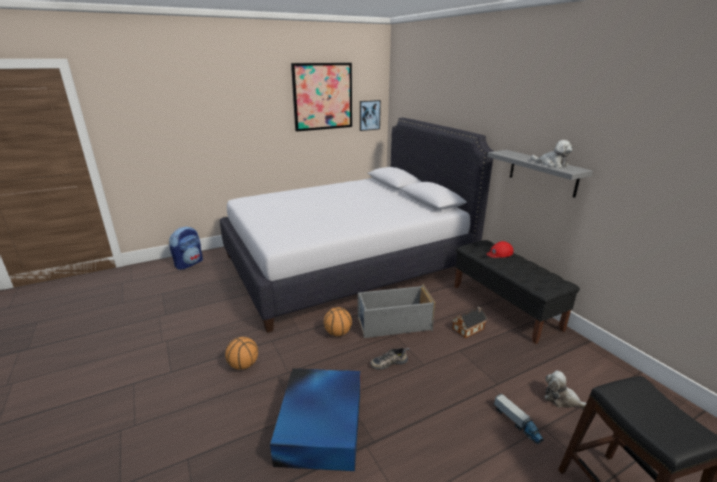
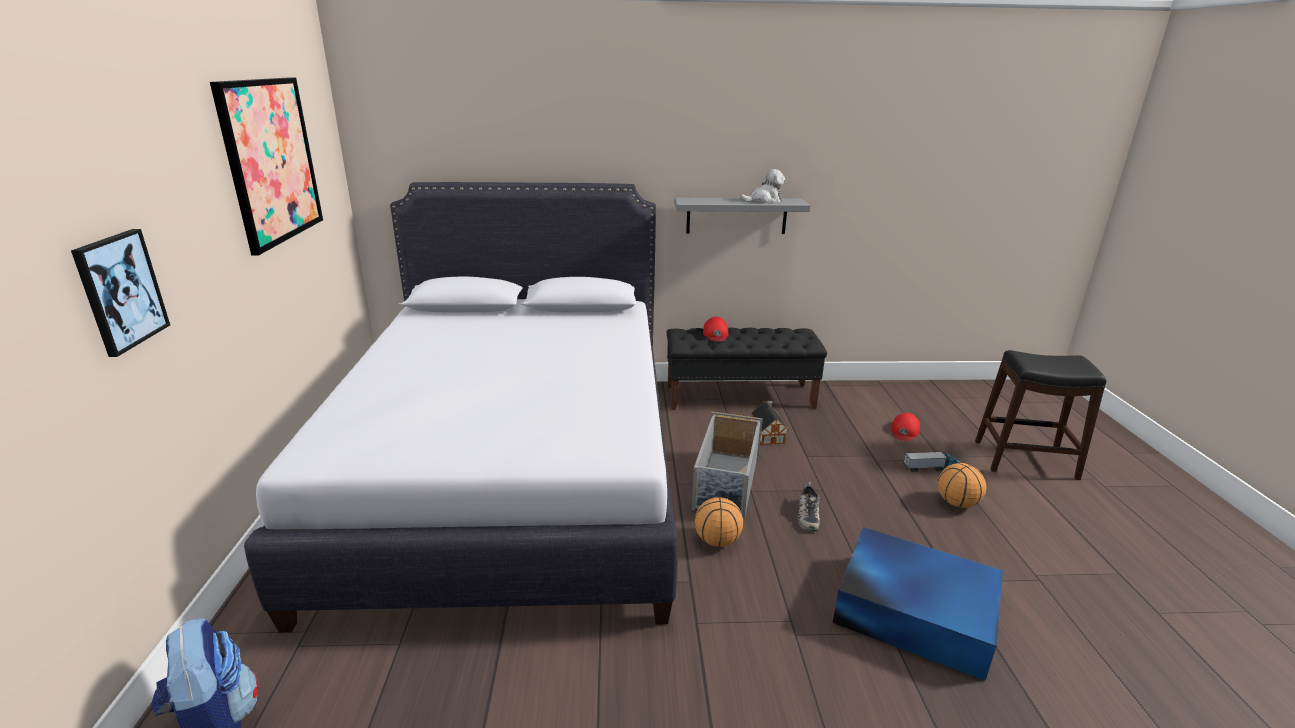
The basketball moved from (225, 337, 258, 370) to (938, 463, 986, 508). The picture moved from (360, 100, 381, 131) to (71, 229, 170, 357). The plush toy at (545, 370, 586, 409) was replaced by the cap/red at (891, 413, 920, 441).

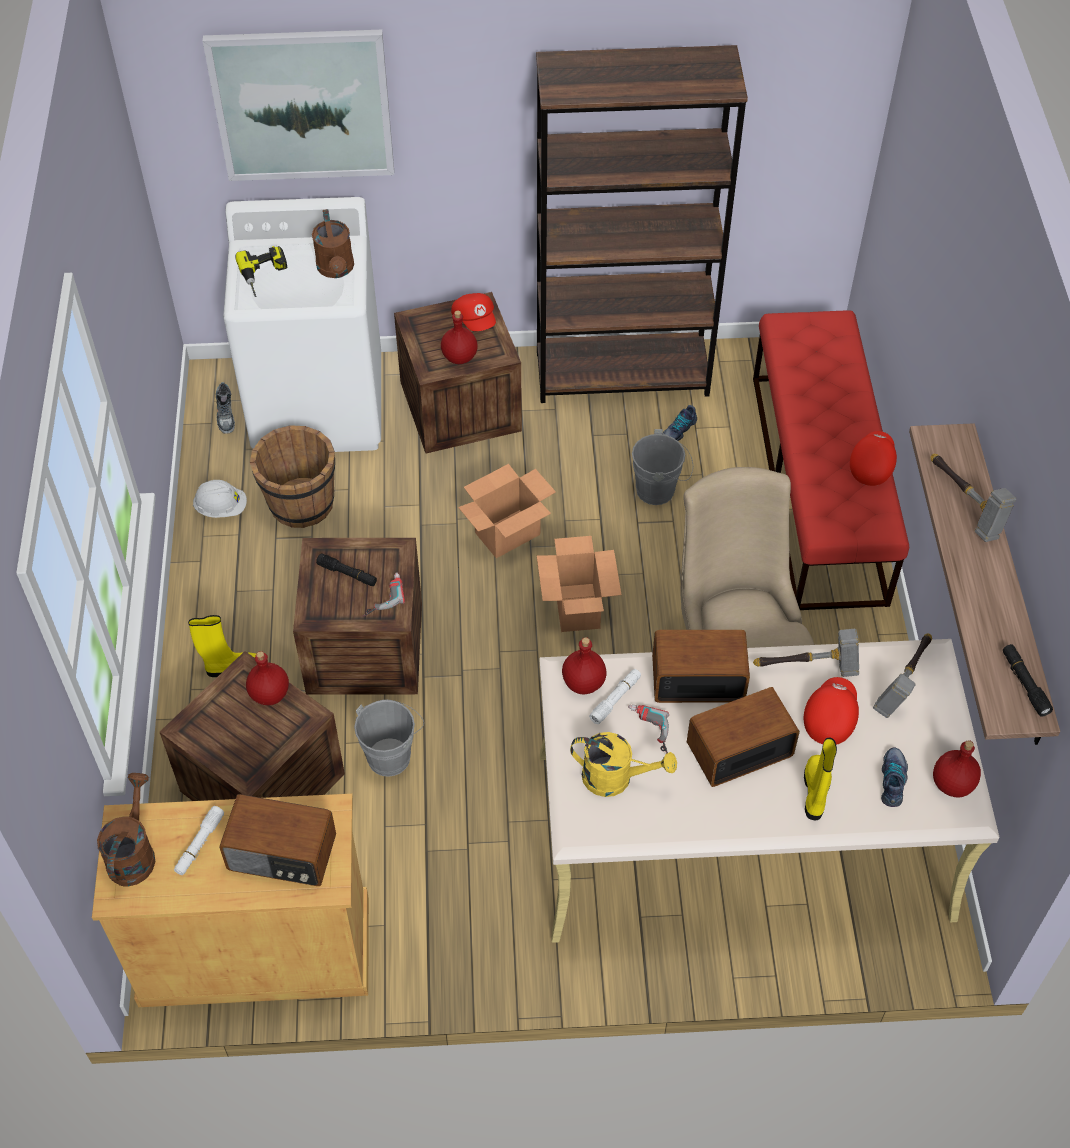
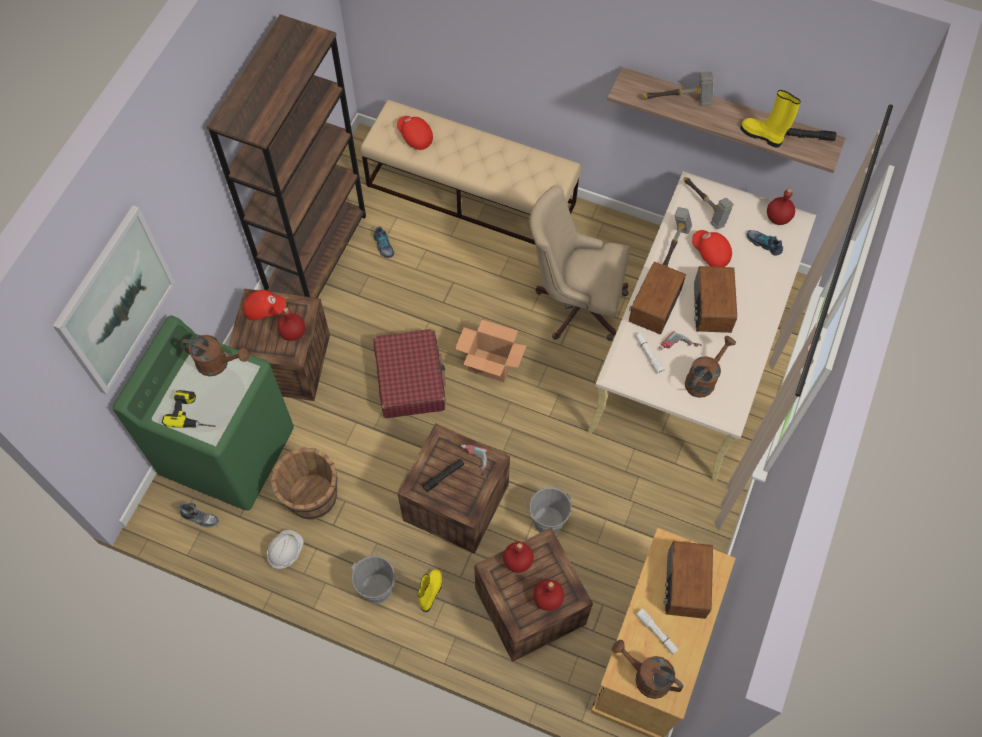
The radio at (219, 794, 336, 886) turned 150 degrees clockwise. The washing machine/white at (223, 197, 381, 452) became the washing machine/green at (113, 316, 294, 511). The cardboard box at (458, 464, 556, 558) was replaced by the suitcase/red at (374, 329, 446, 418). The bottle/red moved from (562, 637, 607, 694) to (533, 580, 564, 611). The watering can/yellow at (570, 732, 677, 797) became the watering can/brown at (685, 336, 736, 398). The bucket/grey moved from (632, 429, 693, 505) to (352, 552, 401, 604). The bench/red at (753, 310, 909, 610) became the bench/beige at (360, 100, 581, 245). The boot/yellow moved from (804, 738, 837, 820) to (740, 90, 801, 148). The cap/red moved from (850, 431, 897, 486) to (397, 116, 433, 150).

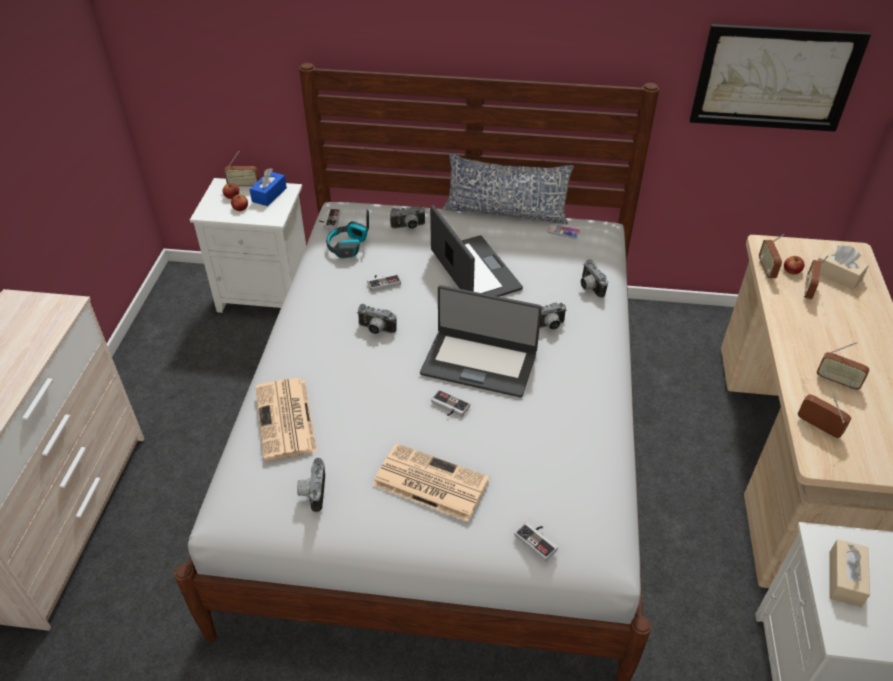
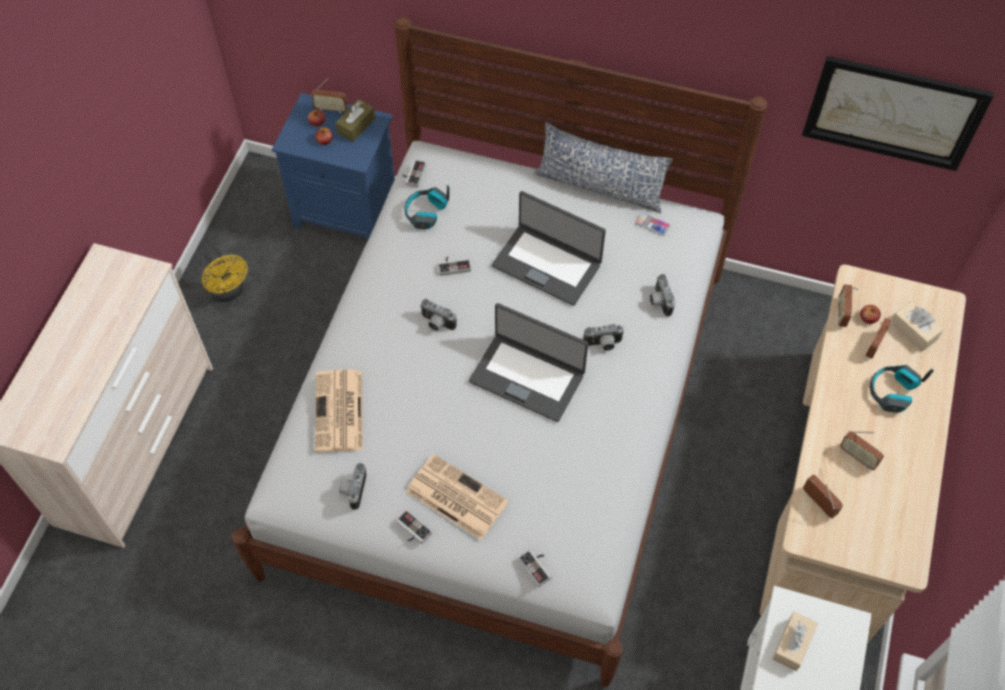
The nightstand/white at (190, 178, 306, 313) became the nightstand/blue at (272, 93, 395, 240). The tissue box/blue at (249, 168, 287, 206) became the tissue box/brown at (335, 99, 376, 142). The photo camera at (390, 206, 426, 229) disappeared. The laptop at (430, 205, 523, 297) turned 135 degrees clockwise. The game controller moved from (431, 390, 470, 417) to (396, 510, 432, 544). The fan/yellow at (202, 247, 248, 302) appeared. The headphones at (870, 365, 934, 413) appeared.

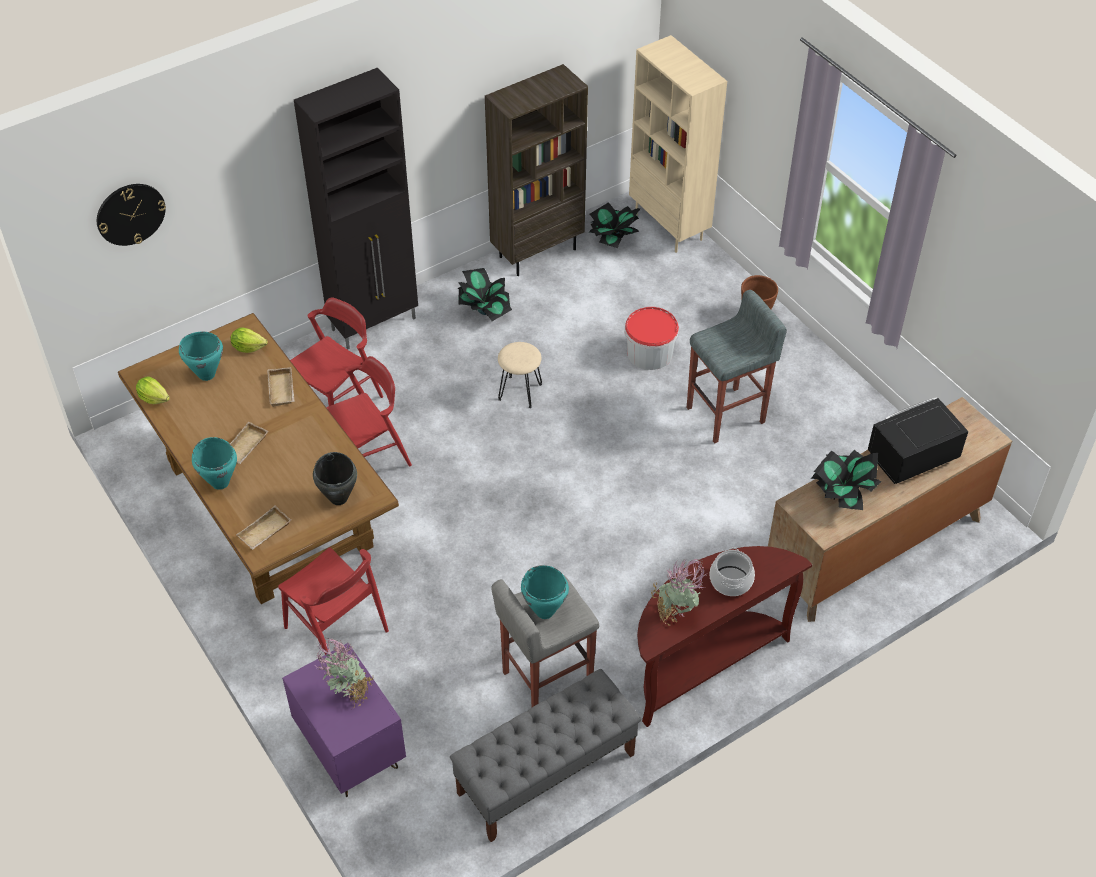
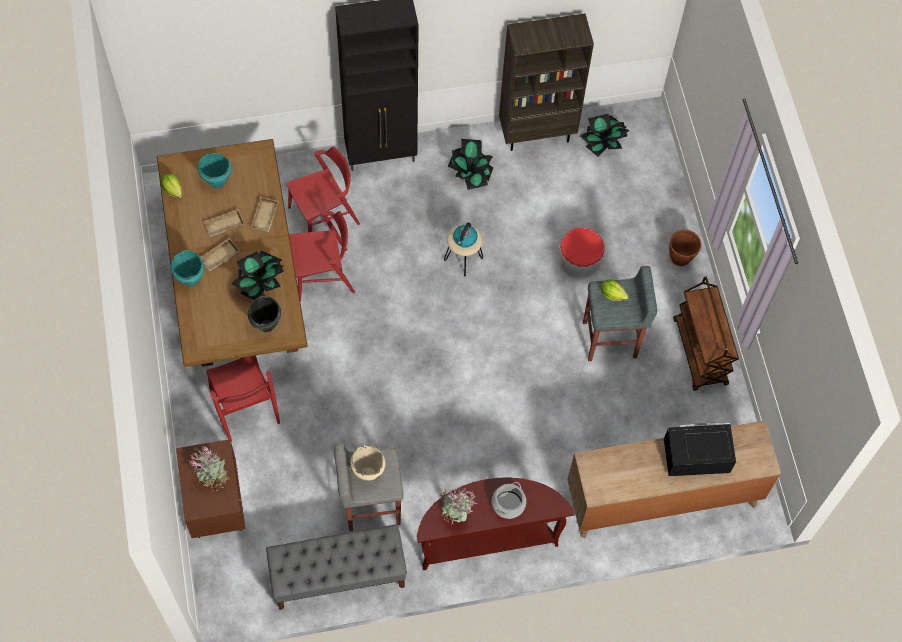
The wall clock at (97, 184, 166, 246) disappeared. The lettuce moved from (230, 327, 268, 353) to (601, 279, 629, 301). The tray/beige moved from (236, 506, 291, 550) to (204, 209, 244, 237). The nightstand/purple at (282, 643, 406, 797) became the nightstand/brown at (176, 439, 245, 538). The cooking pot/turquoise at (521, 565, 569, 619) became the cooking pot/beige at (350, 445, 385, 481). The bookcase/beige at (629, 35, 727, 253) disappeared. The potted plant moved from (811, 450, 881, 510) to (231, 251, 284, 300). The kettle at (453, 223, 478, 248) appeared. The cart/brown at (673, 277, 739, 391) appeared.

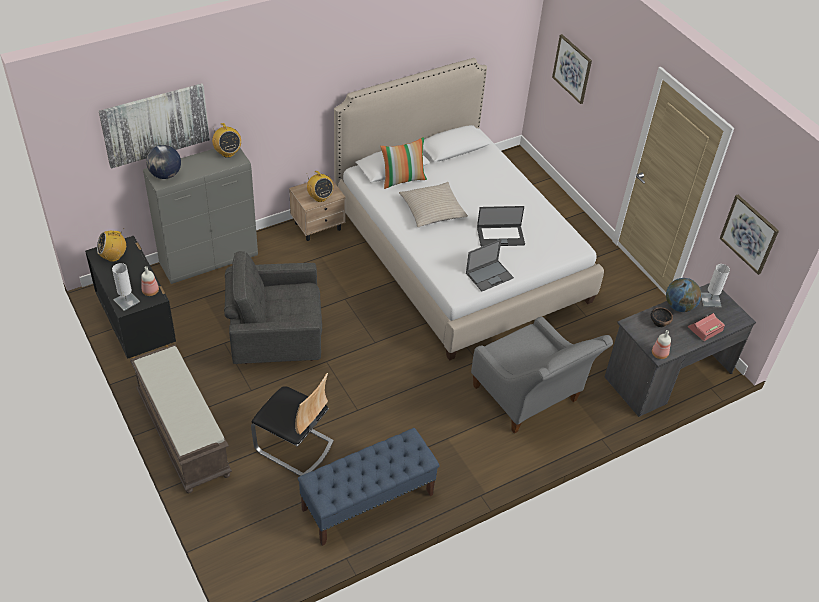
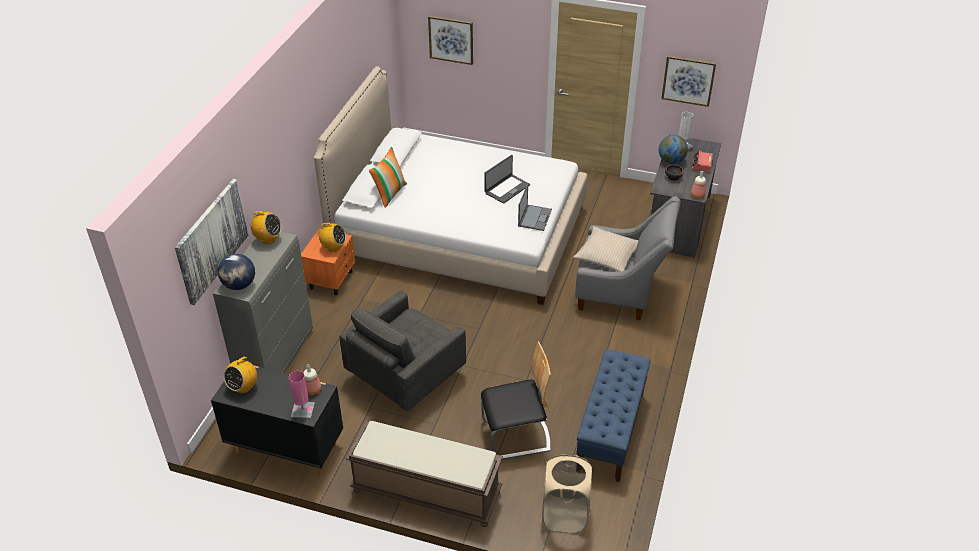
The table lamp/white at (112, 263, 140, 311) became the table lamp/pink at (289, 371, 315, 419). The nightstand/beige at (289, 176, 346, 241) became the nightstand/orange at (301, 229, 355, 295). The pillow/beige moved from (399, 182, 468, 227) to (573, 227, 639, 272). The laundry basket/beige at (542, 454, 592, 534) appeared.

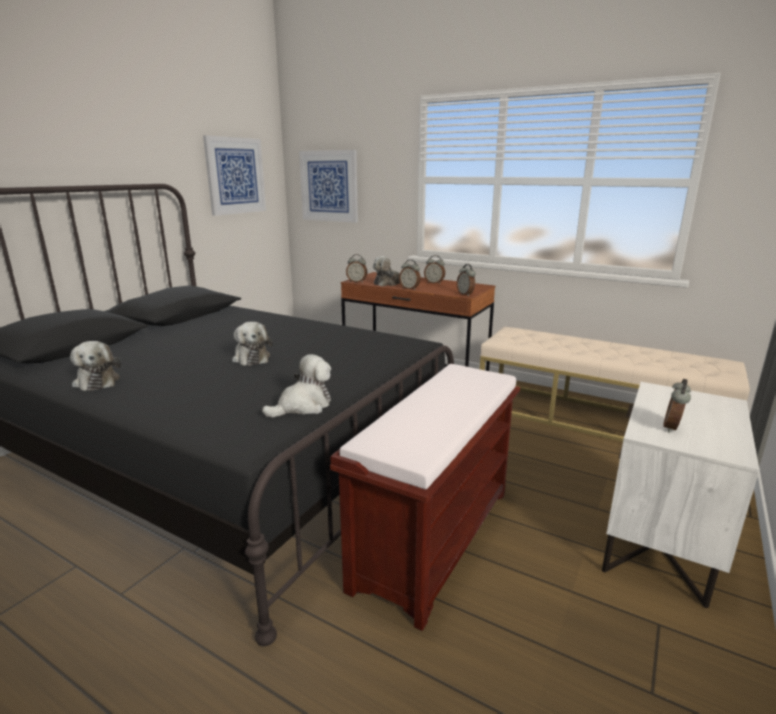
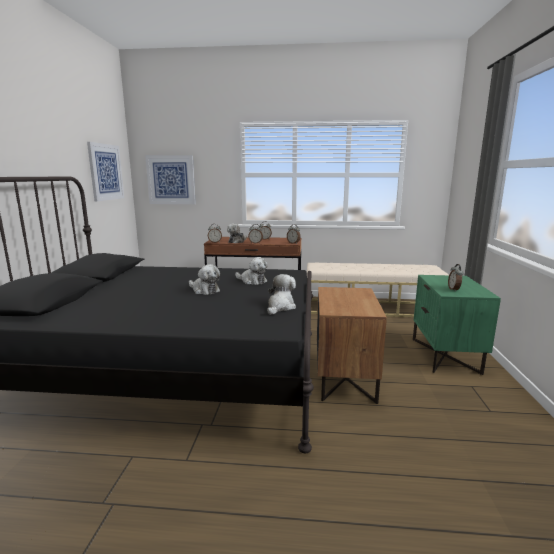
The plush toy moved from (70, 341, 121, 391) to (235, 257, 268, 285). The bench/brown at (330, 364, 520, 631) was replaced by the nightstand/brown at (317, 287, 387, 404). The nightstand/white at (602, 382, 759, 608) became the nightstand/green at (413, 275, 501, 375).

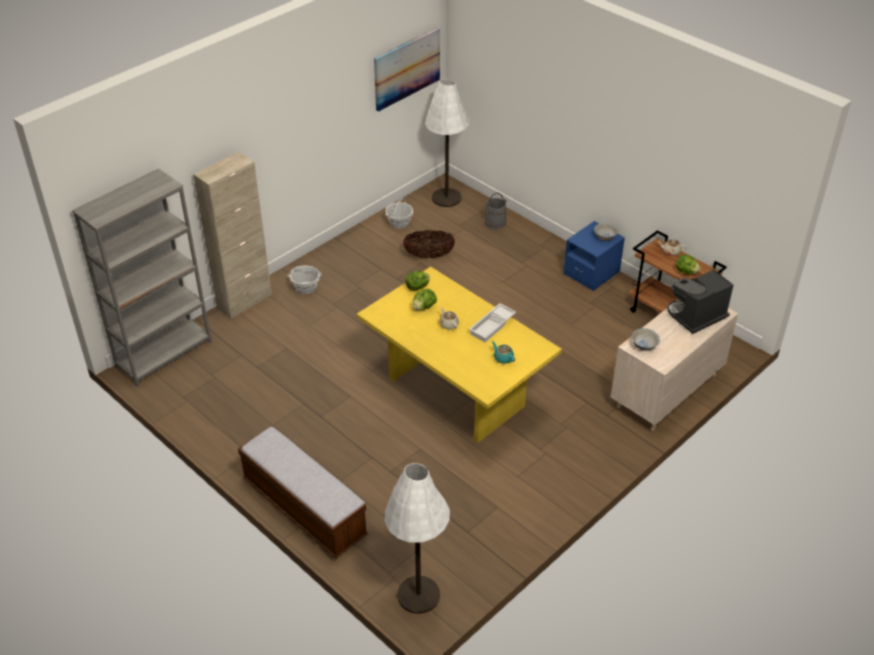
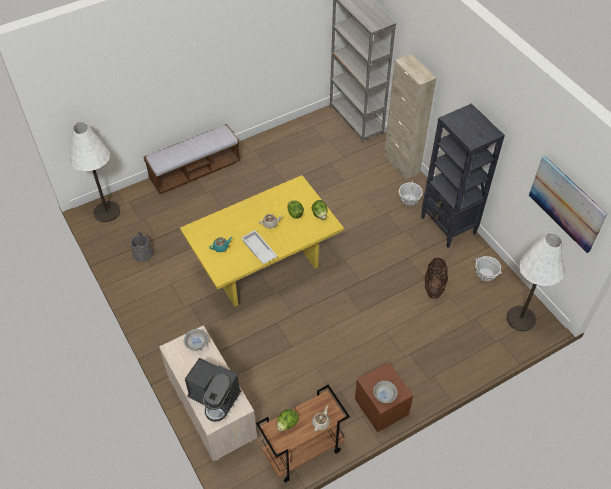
The bucket/grey moved from (484, 193, 507, 229) to (130, 232, 153, 262). The nightstand/blue at (563, 221, 625, 291) became the nightstand/brown at (355, 362, 413, 432). The coffee machine at (667, 269, 733, 334) turned 135 degrees clockwise. The bookcase/black at (421, 103, 505, 248) appeared.

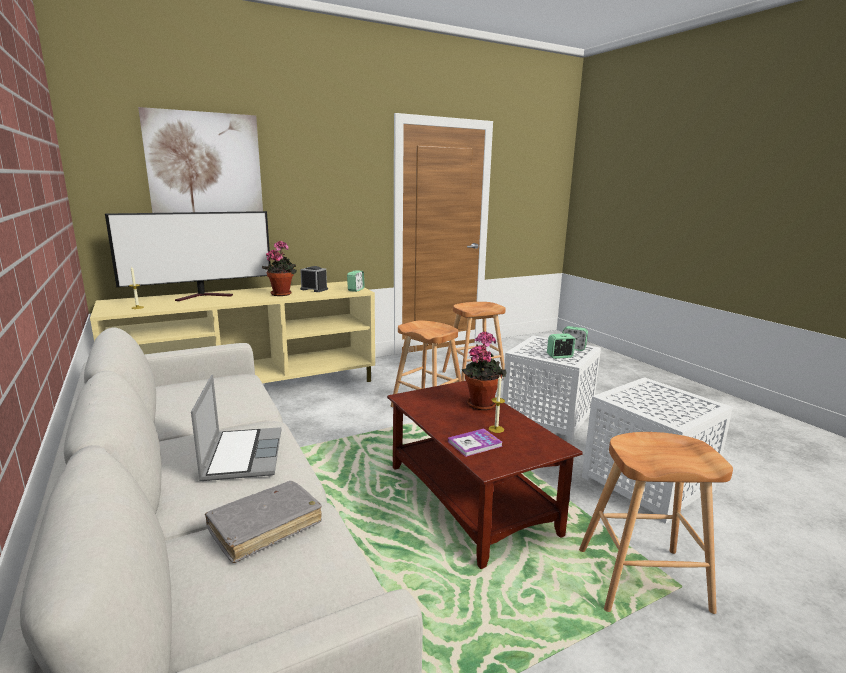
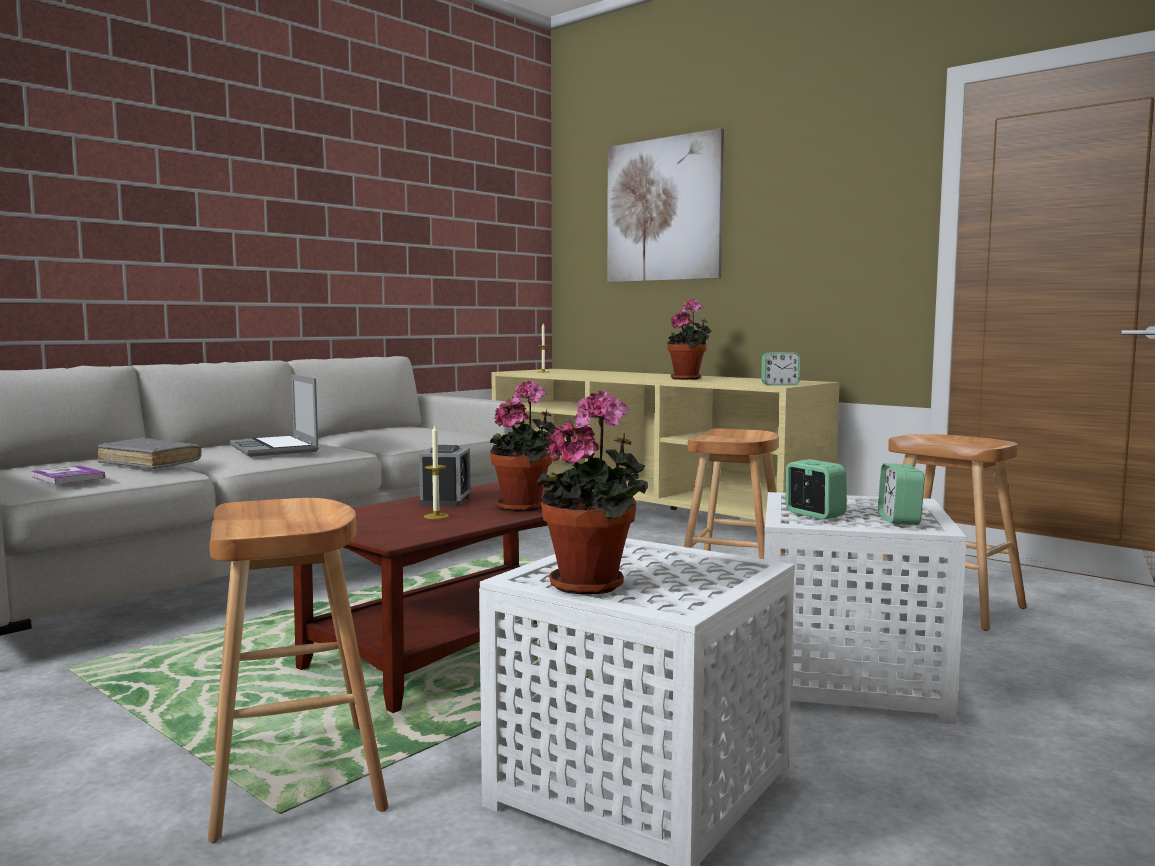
The television at (105, 211, 271, 301) disappeared. The laptop at (191, 375, 281, 481) turned 90 degrees clockwise. The alarm clock moved from (300, 266, 328, 292) to (419, 445, 471, 507). The book moved from (448, 428, 502, 457) to (32, 466, 105, 485). The potted plant at (537, 391, 648, 594) appeared.

